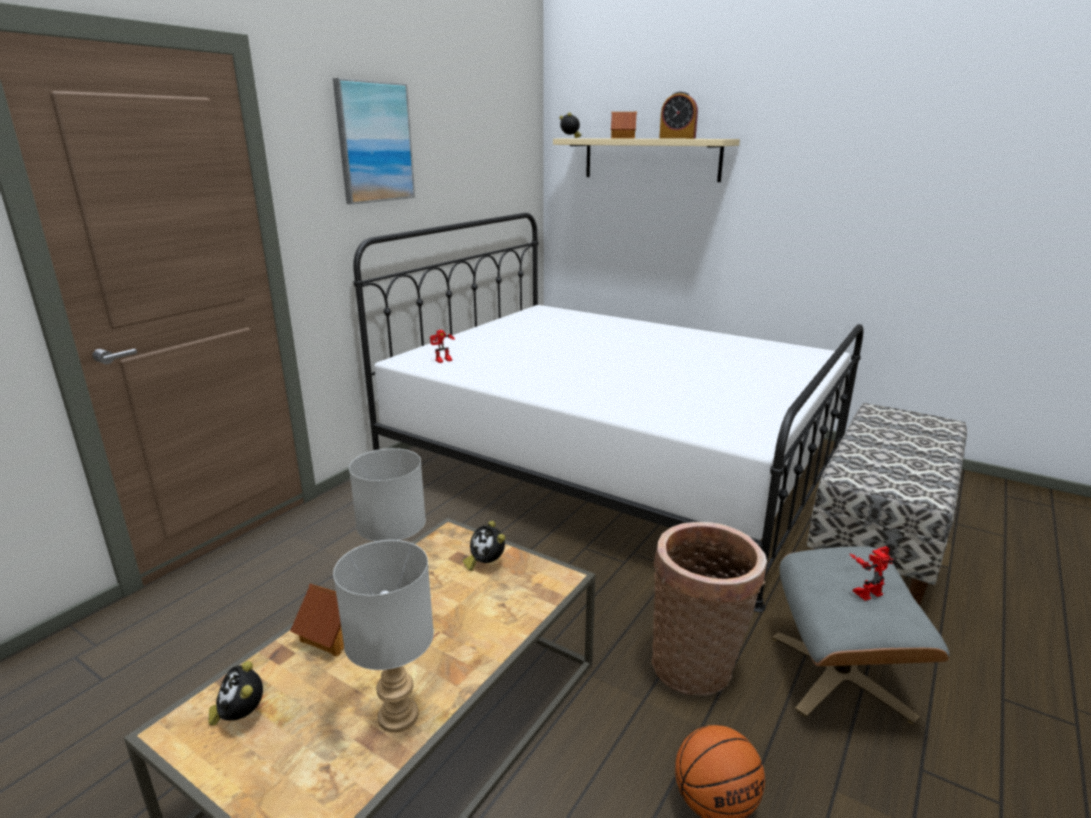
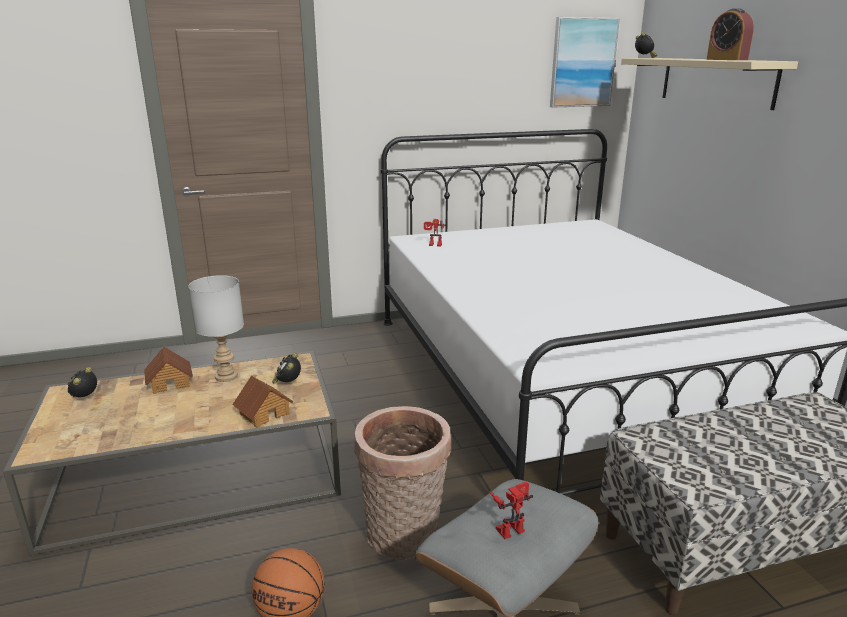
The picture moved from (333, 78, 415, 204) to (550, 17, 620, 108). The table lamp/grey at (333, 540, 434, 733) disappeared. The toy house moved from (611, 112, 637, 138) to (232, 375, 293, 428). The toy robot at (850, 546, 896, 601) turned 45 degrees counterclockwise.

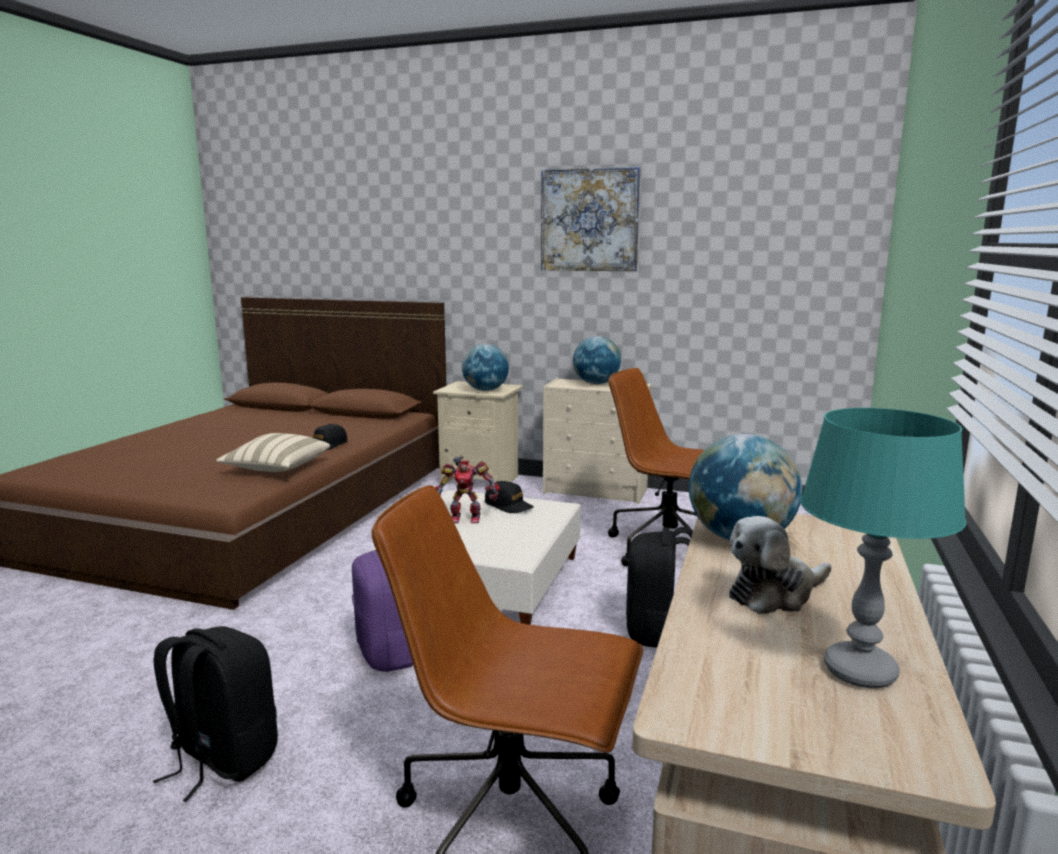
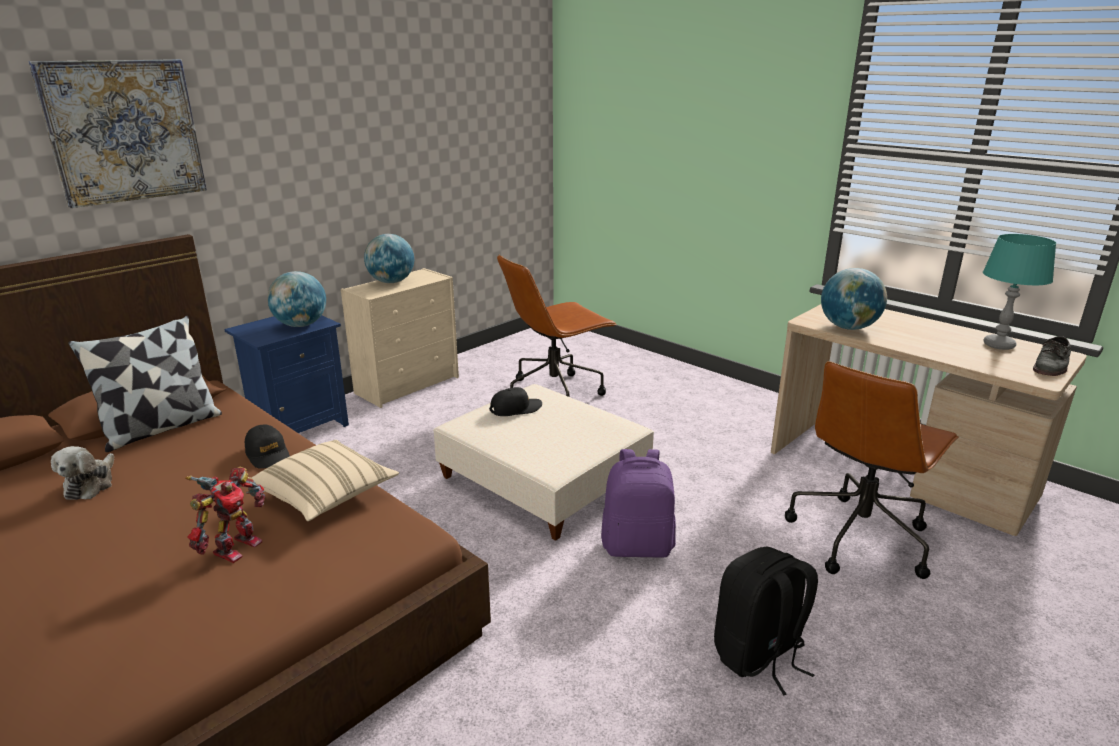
The nightstand/beige at (433, 381, 523, 486) became the nightstand/blue at (224, 315, 349, 433). The toy robot moved from (435, 455, 500, 523) to (185, 467, 265, 563). The picture moved from (541, 167, 641, 271) to (28, 59, 207, 208). The backpack/black at (626, 527, 693, 648) disappeared. The plush toy moved from (729, 516, 831, 614) to (51, 446, 114, 500). The pillow at (68, 316, 222, 452) appeared. The shoe/grey at (1033, 336, 1071, 376) appeared.

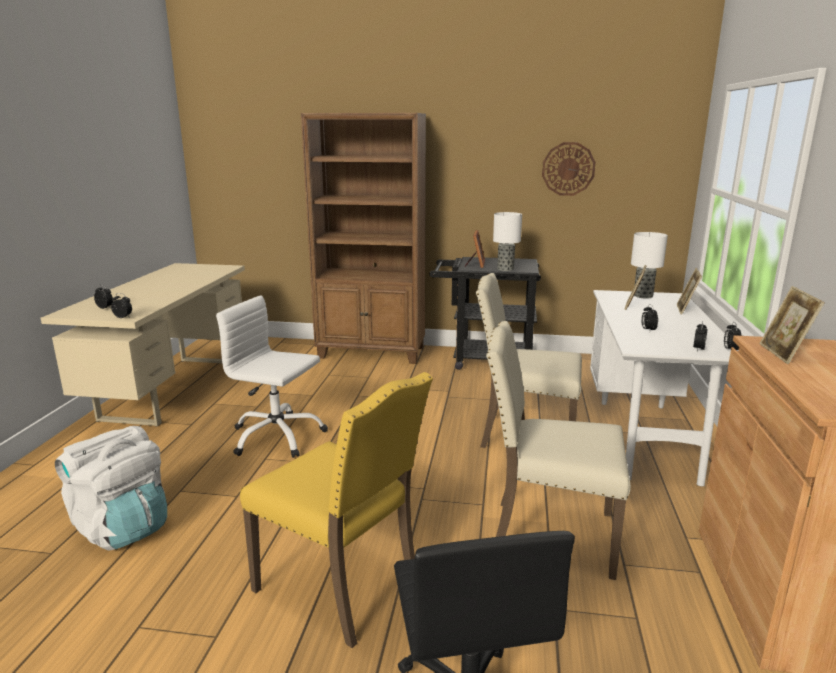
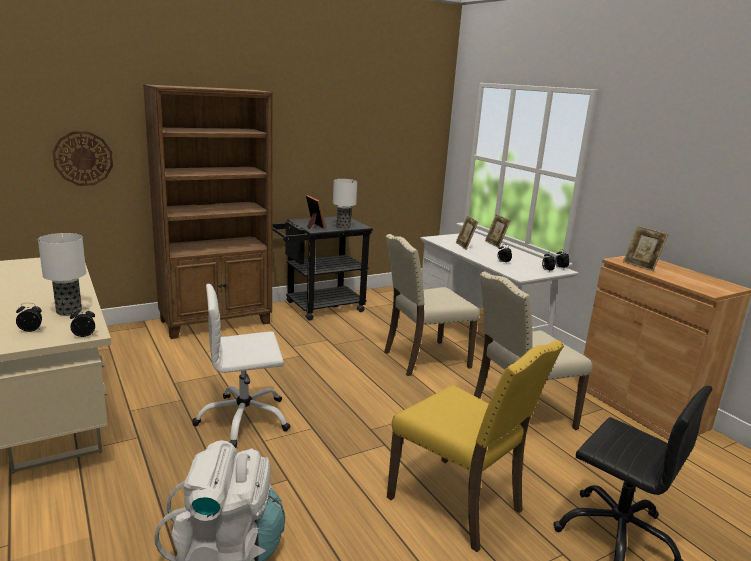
The chair/yellow at (240, 372, 433, 648) turned 45 degrees clockwise. The wall clock moved from (542, 142, 596, 196) to (52, 131, 113, 186). The table lamp moved from (631, 232, 668, 299) to (38, 233, 86, 316).

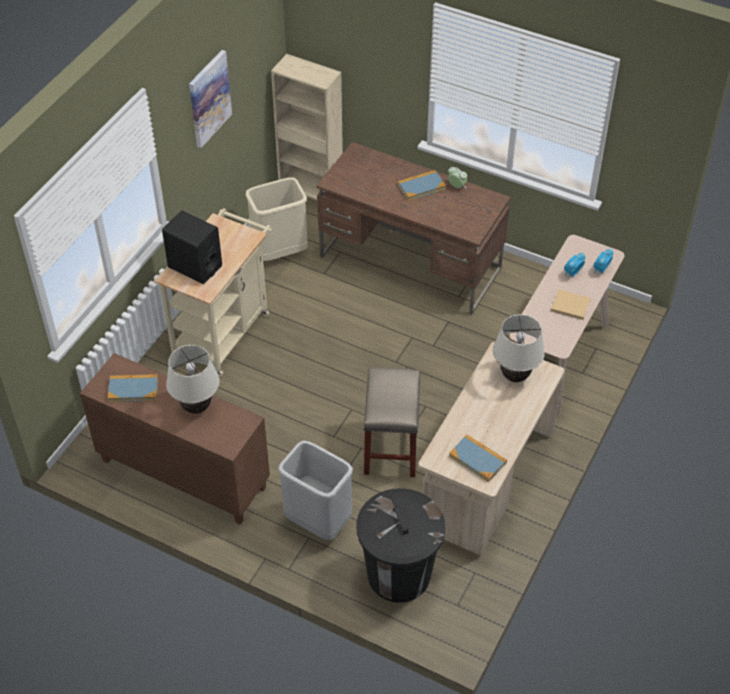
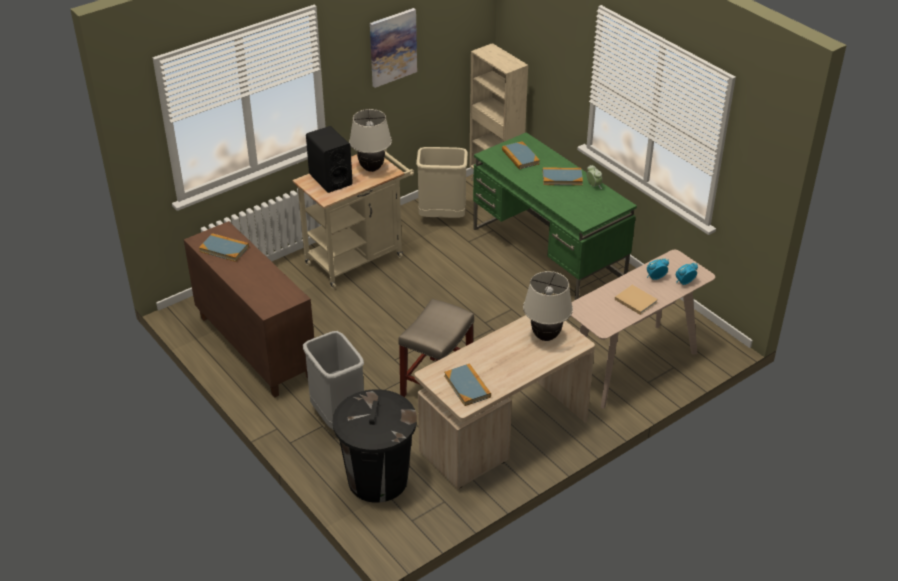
The table lamp/beige moved from (166, 345, 220, 414) to (349, 109, 392, 172). The desk/brown at (317, 142, 511, 315) became the desk/green at (473, 132, 637, 300). The book at (502, 141, 540, 169) appeared.

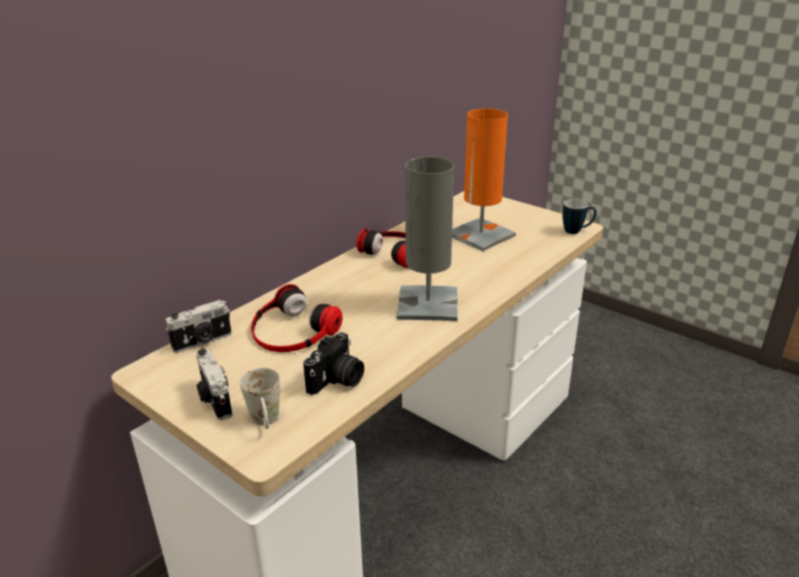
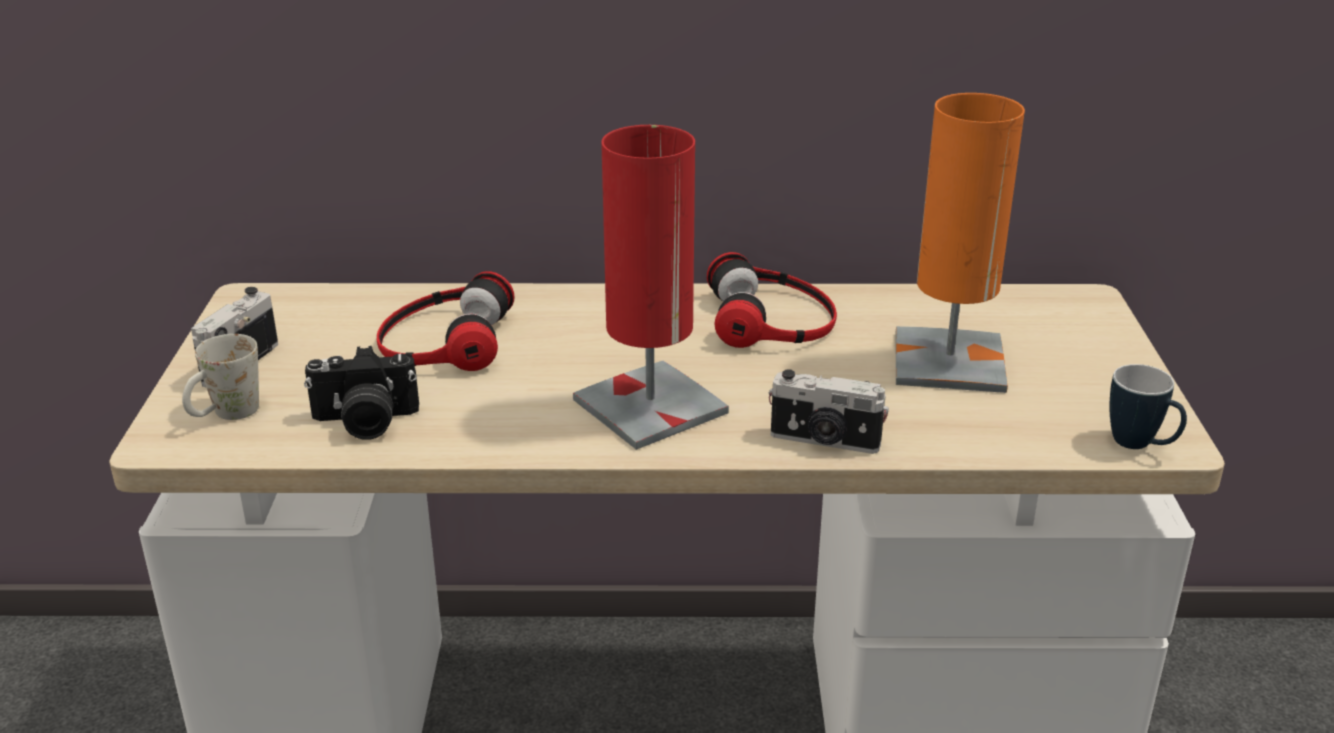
The photo camera moved from (165, 300, 232, 353) to (769, 369, 889, 454). The table lamp/grey at (397, 157, 458, 321) became the table lamp/red at (573, 125, 729, 450).

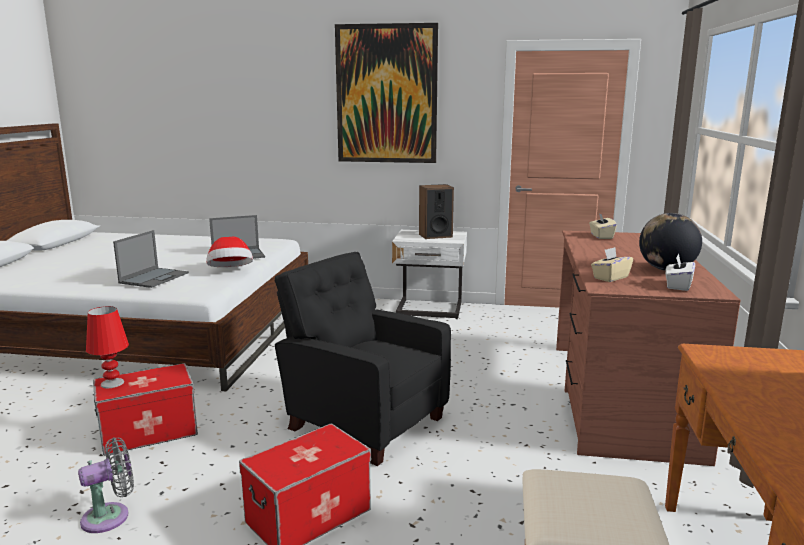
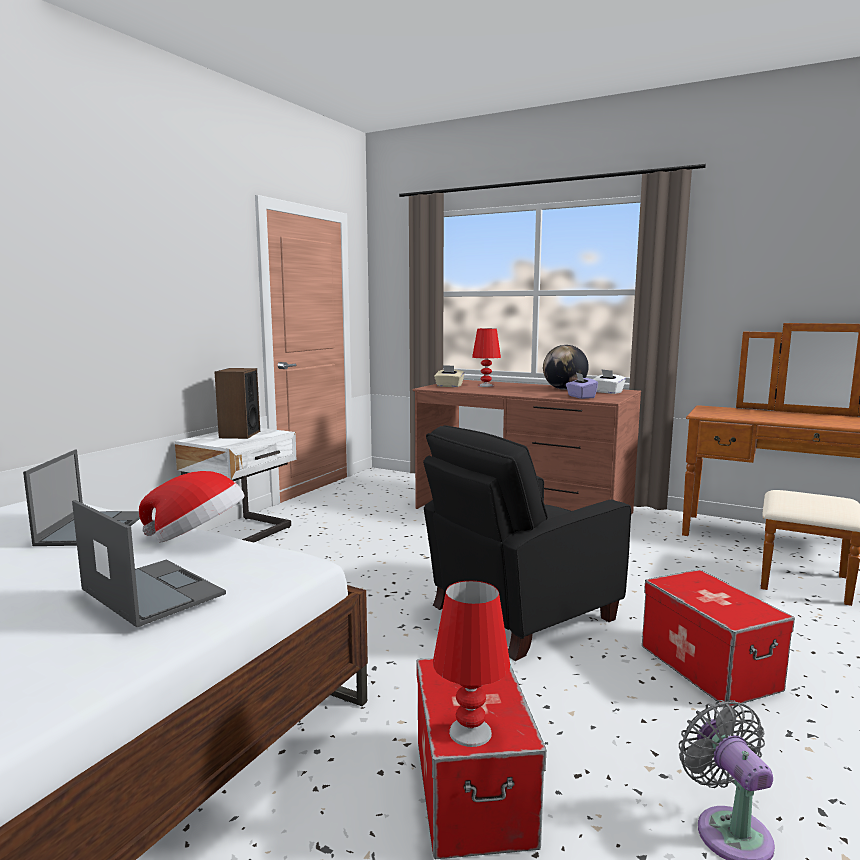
The picture at (335, 23, 438, 163) disappeared. The tissue box/beige at (591, 247, 633, 282) became the tissue box/purple at (566, 373, 598, 399). The table lamp/red at (472, 328, 501, 387) appeared.

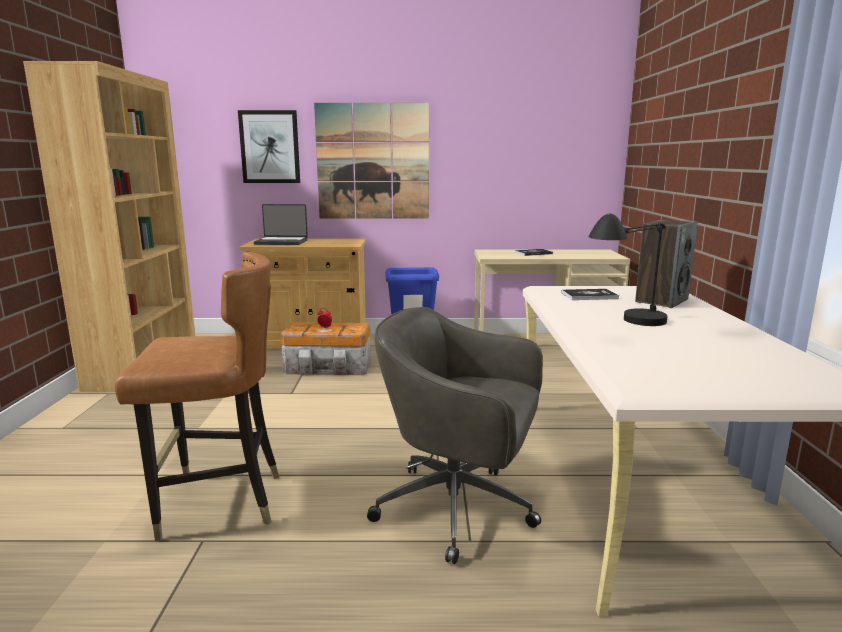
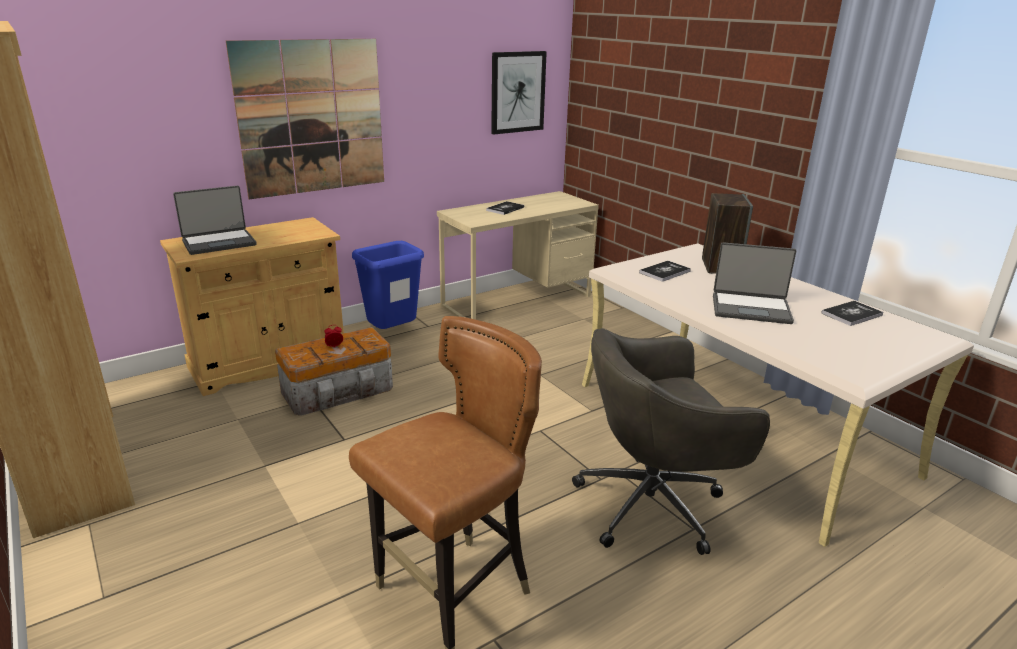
The picture moved from (238, 110, 300, 183) to (491, 51, 547, 135). The table lamp/black at (589, 214, 667, 326) was replaced by the laptop at (713, 242, 796, 324). The book at (821, 301, 884, 326) appeared.

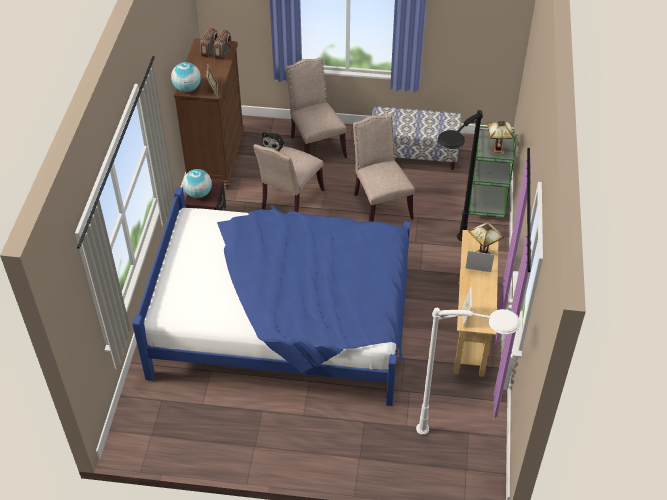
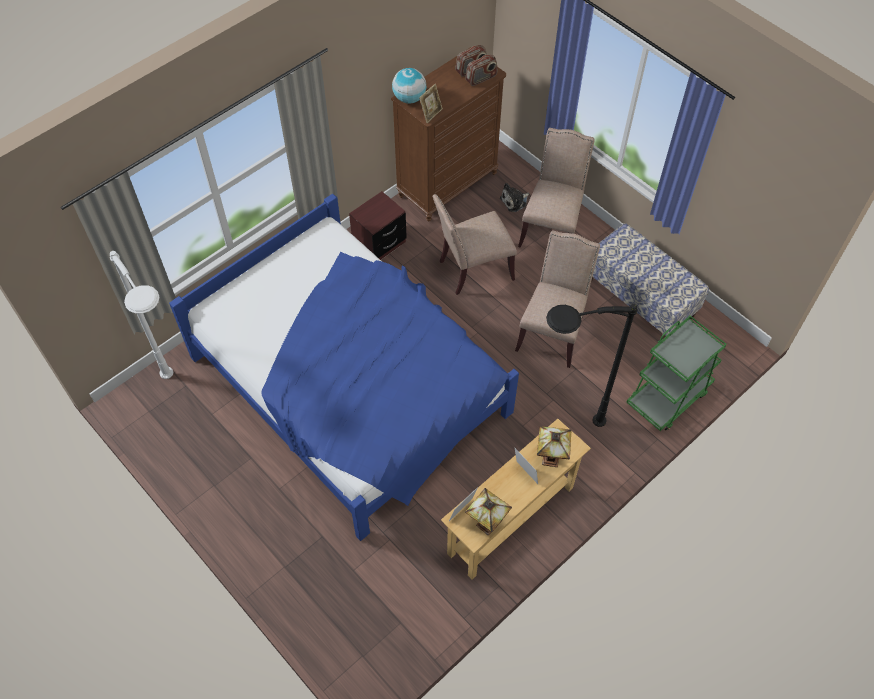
The globe at (183, 169, 212, 198) disappeared. The floor lamp/white moved from (416, 308, 520, 435) to (110, 251, 173, 379). The table lamp moved from (487, 121, 514, 154) to (465, 488, 512, 536).

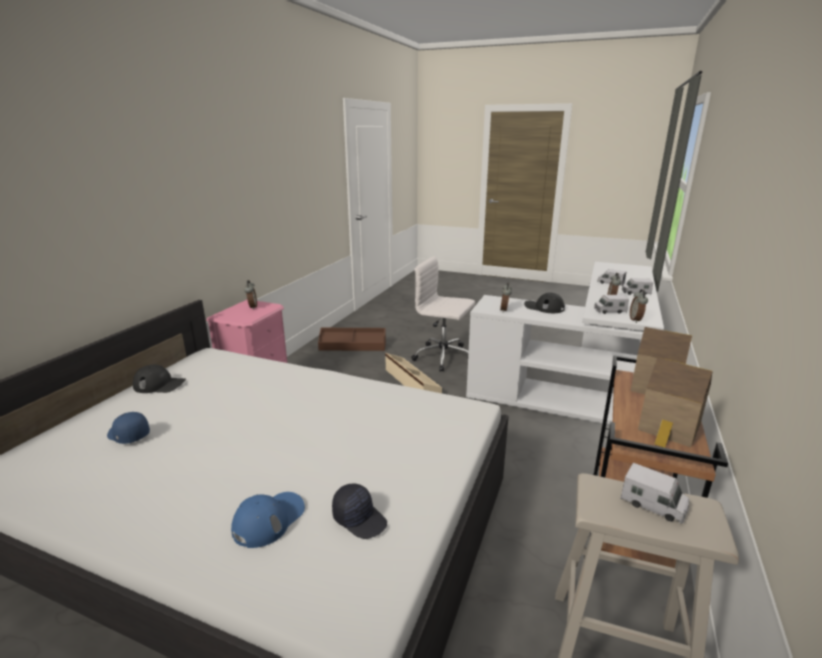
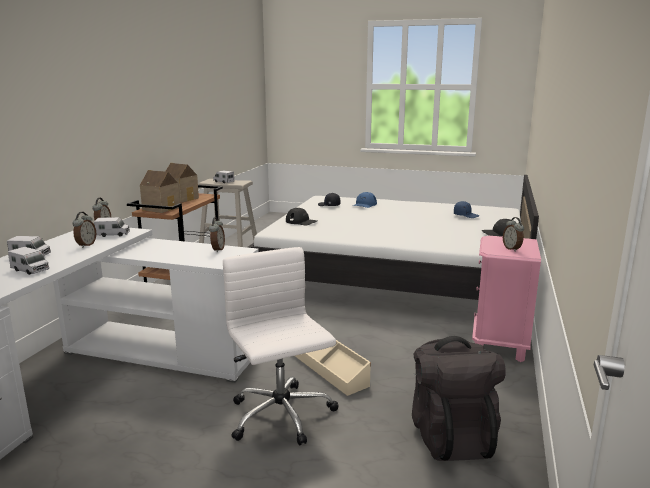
The storage box/brown at (318, 328, 386, 351) was replaced by the backpack/black at (412, 336, 506, 461). The office chair/white at (411, 256, 475, 372) turned 135 degrees counterclockwise. The cap/black moved from (524, 293, 565, 313) to (286, 208, 317, 225).

